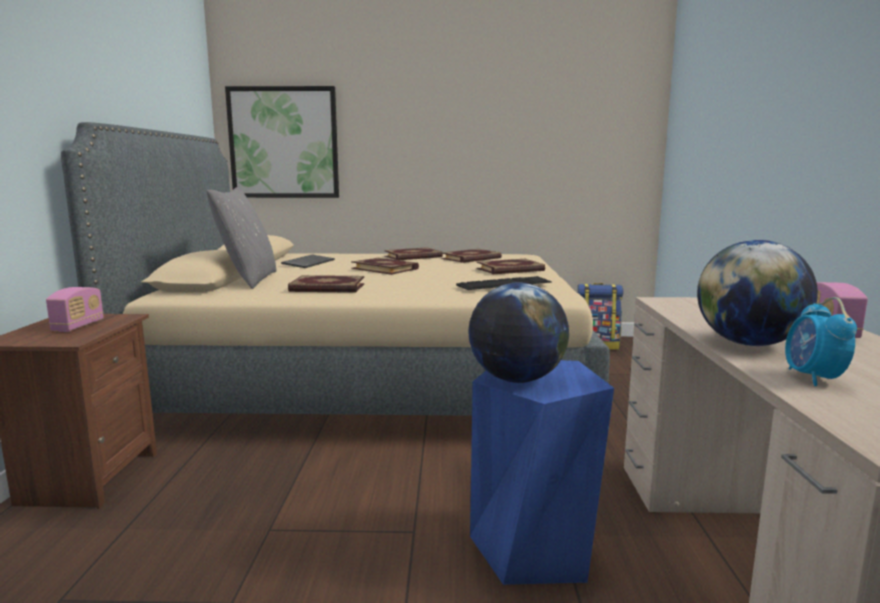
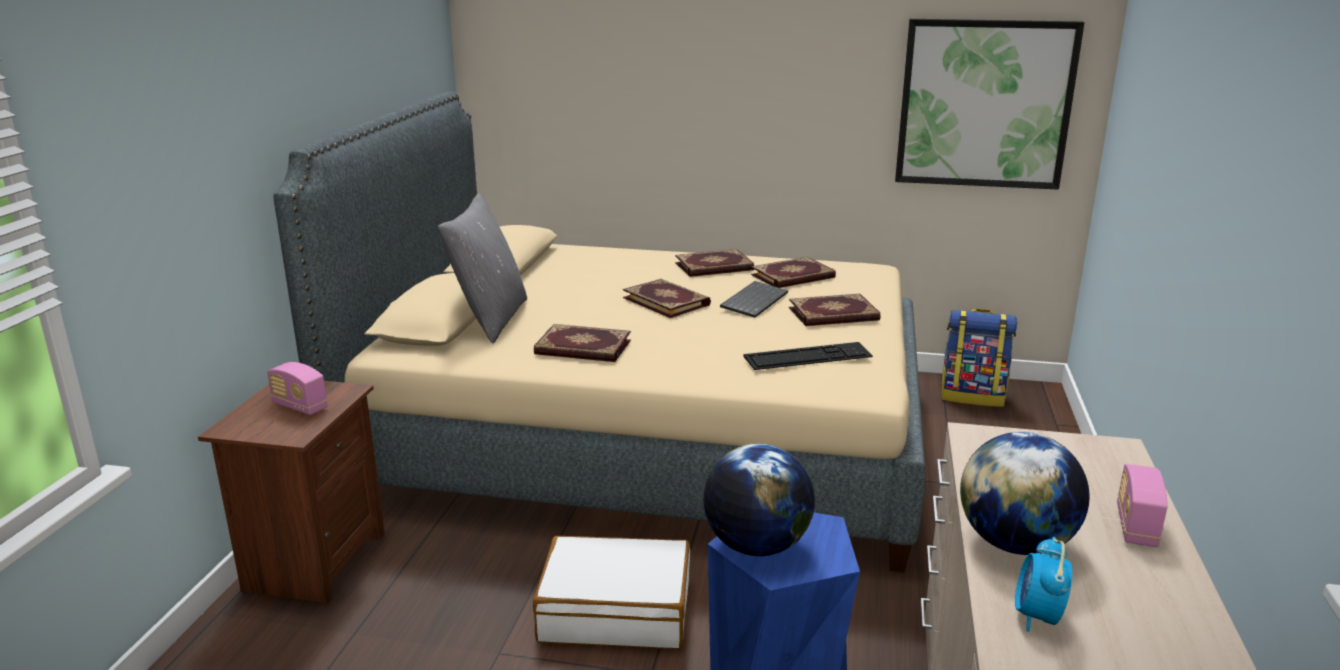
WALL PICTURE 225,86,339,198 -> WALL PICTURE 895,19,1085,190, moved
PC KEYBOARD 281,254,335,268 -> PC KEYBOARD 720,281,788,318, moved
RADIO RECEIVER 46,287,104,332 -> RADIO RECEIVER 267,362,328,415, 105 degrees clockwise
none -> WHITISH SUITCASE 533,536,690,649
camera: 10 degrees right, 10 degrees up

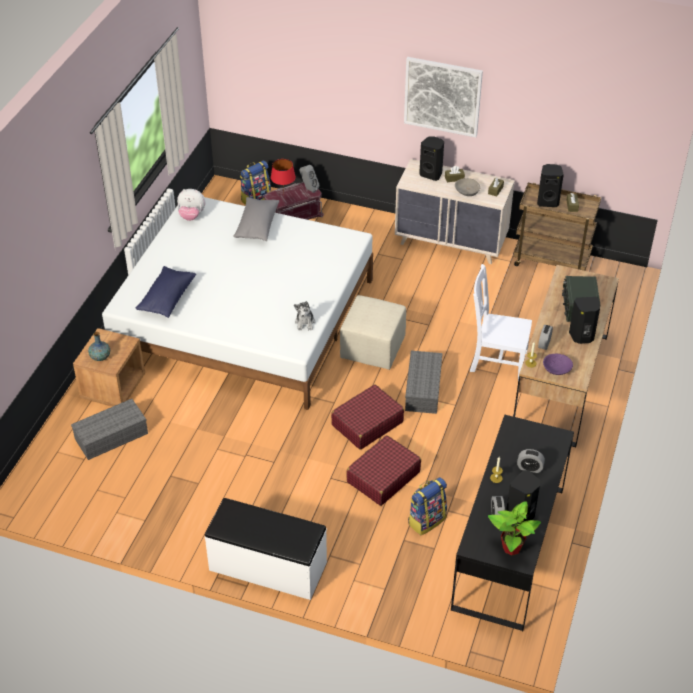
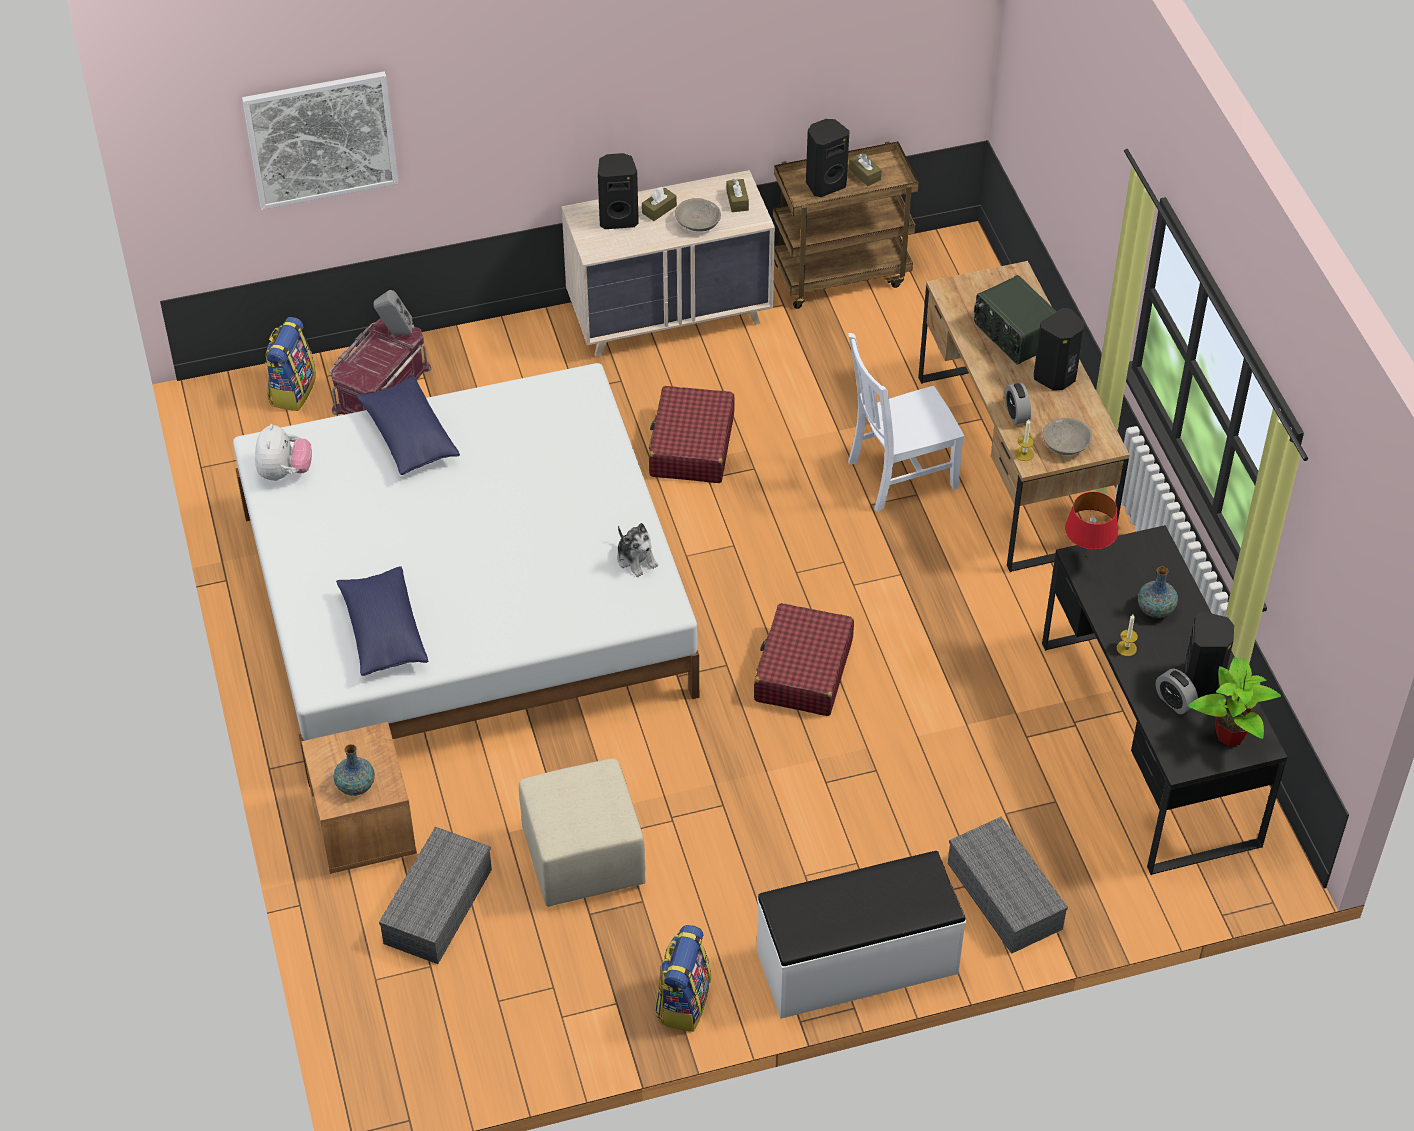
WALL PICTURE 404,57,483,137 -> WALL PICTURE 242,71,398,210, moved
RED TABLETOP LAMP 271,159,296,189 -> RED TABLETOP LAMP 1065,492,1118,561, moved
SOFT TOY 177,189,205,221 -> SOFT TOY 255,424,312,481, 60 degrees counterclockwise
GRAY THROW PILLOW 233,197,279,241 -> BLUE THROW PILLOW 356,376,460,475
BEIGE POUFFE 340,295,406,370 -> BEIGE POUFFE 519,758,646,907, moved
GRAY STORAGE CONTAINER 405,351,443,414 -> GRAY STORAGE CONTAINER 948,817,1068,954, moved
PURPLISH DEEP DISH 543,354,573,375 -> GRAY DEEP DISH 1042,418,1092,455
RED SUITCASE 347,435,421,506 -> RED SUITCASE 649,386,735,483, moved
BEDSIDE CLOCK 517,449,545,473 -> FLOWER VASE 1138,566,1178,618
KNAPSACK 408,477,447,535 -> KNAPSACK 655,925,711,1032, moved
camera: 35 degrees left, 5 degrees up

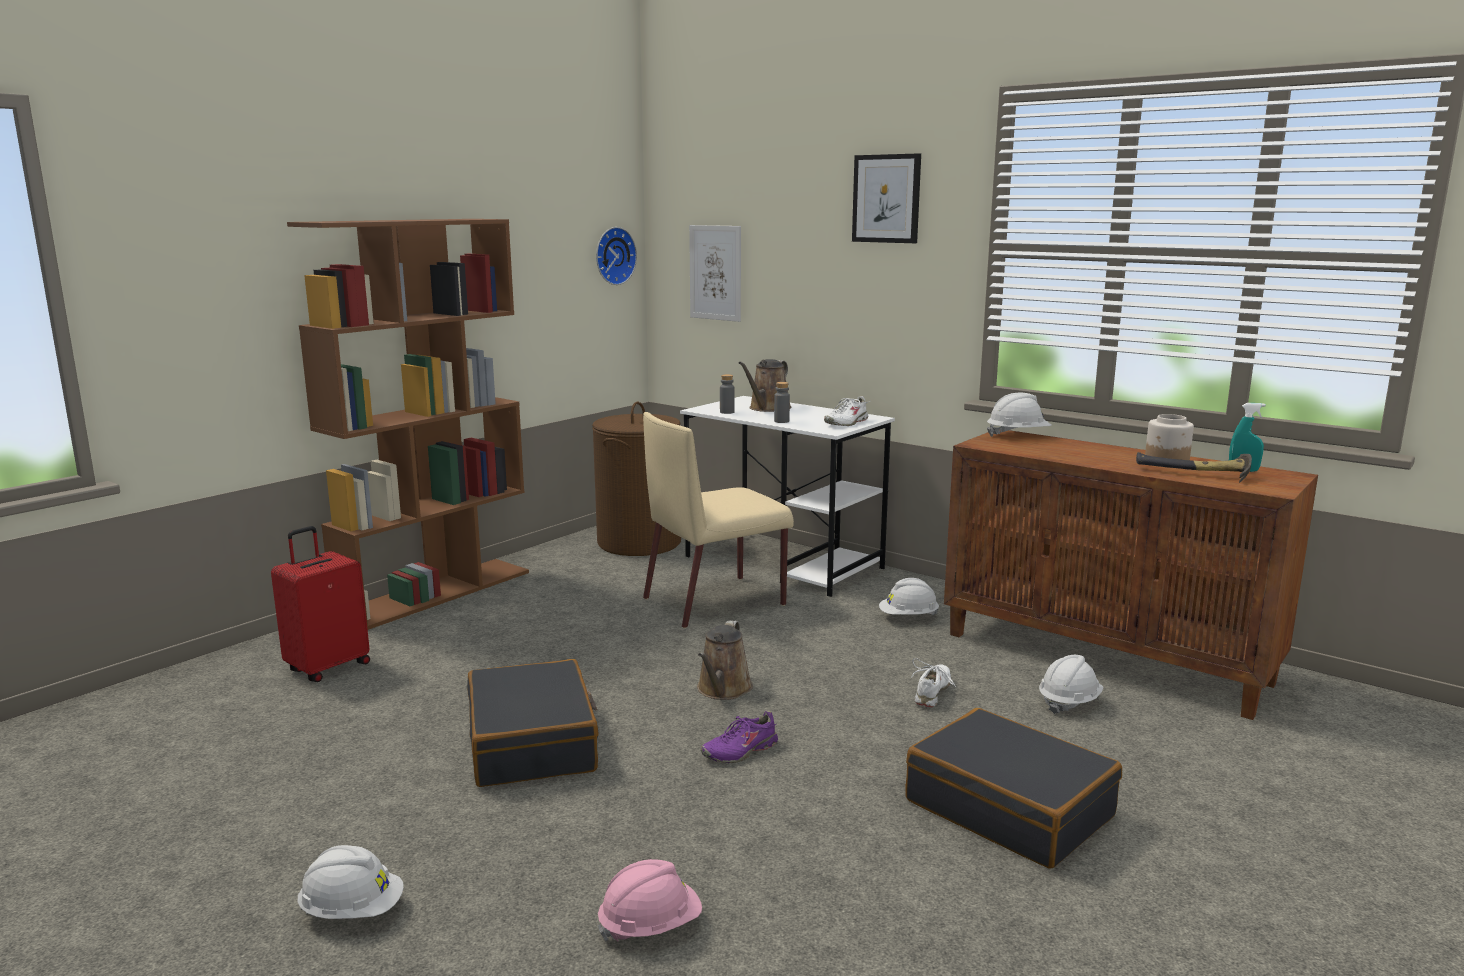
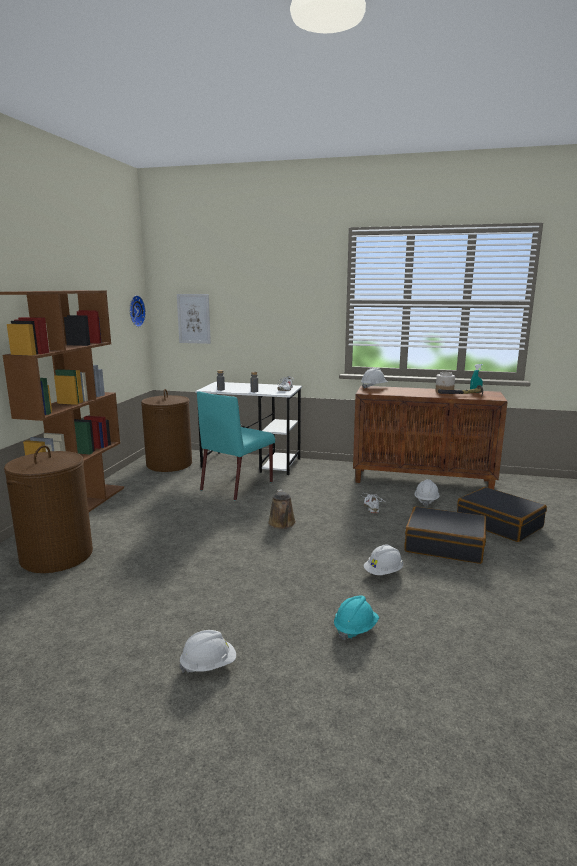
WALL PICTURE 852,153,921,243 -> none
BROWN-COLOURED WATERING CAN 739,359,792,412 -> none
BEIGE UPRIGHT CHAIR 643,412,794,628 -> BLUE-GREEN UPRIGHT CHAIR 197,391,275,501
RED SUITCASE 271,526,370,682 -> BROWN-COLOURED LAUNDRY BASKET 4,445,93,573
WHITISH WORK HELMET 879,578,939,615 -> WHITISH WORK HELMET 364,544,403,575, moved
BLACKISH SUITCASE 467,659,598,787 -> BLACKISH SUITCASE 457,487,547,542, moved
PURPLISH SHOE 701,710,778,763 -> none
PINKISH WORK HELMET 598,859,702,942 -> BLUE-GREEN WORK HELMET 334,596,379,640
camera: 25 degrees left, 0 degrees up

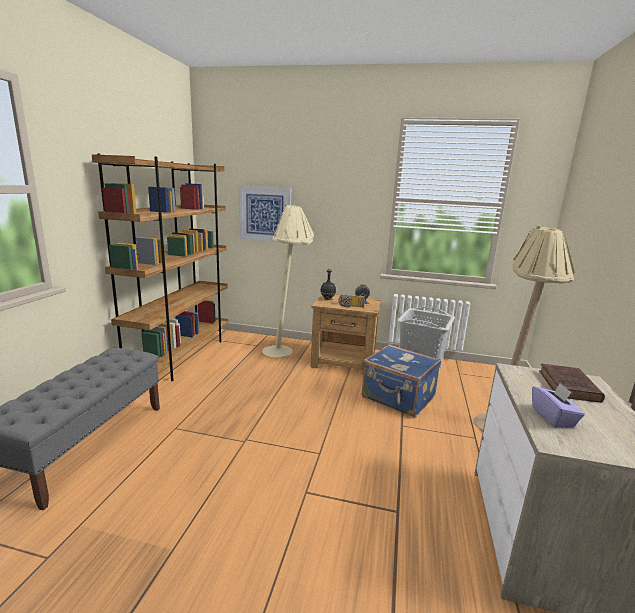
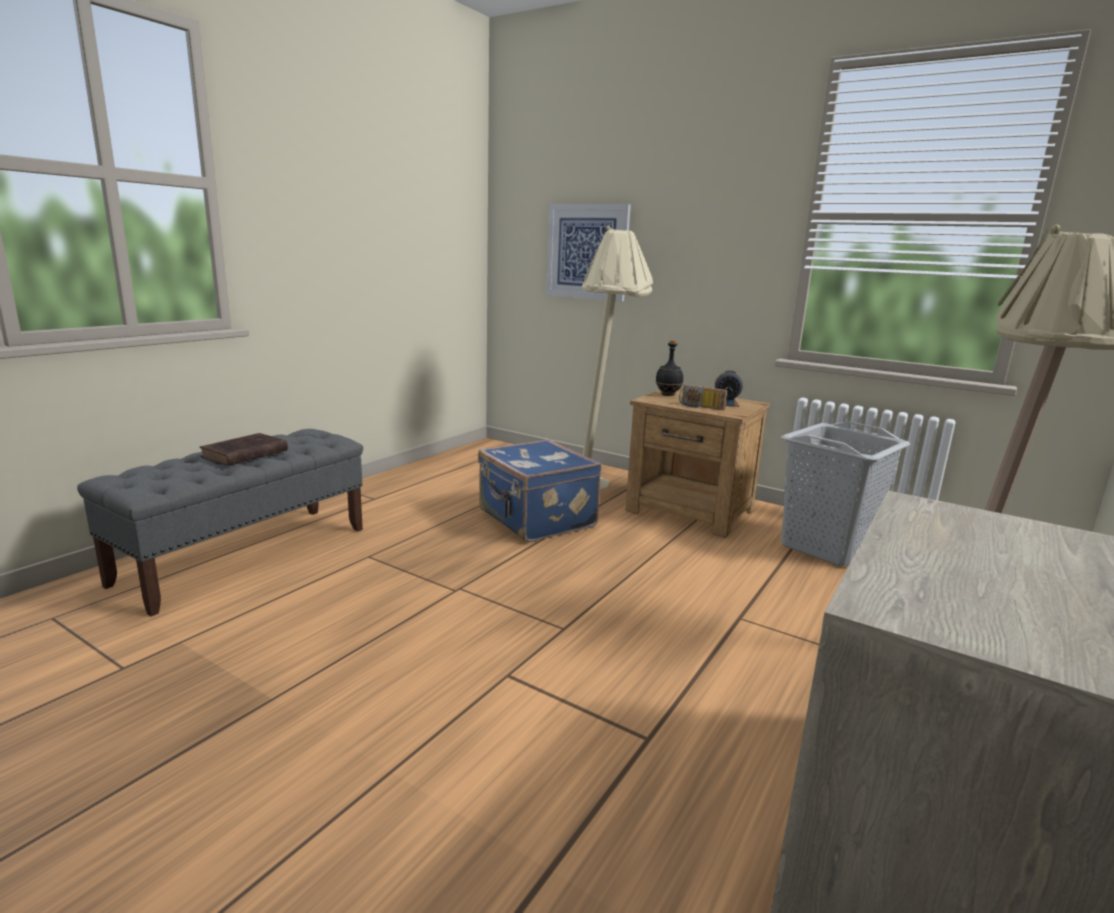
BROWN-COLOURED BOOKCASE 92,153,228,381 -> none
BLUE SUITCASE 362,344,441,417 -> BLUE SUITCASE 478,439,602,542, moved
BROWN-COLOURED BOUND BOOK 539,364,605,403 -> BROWN-COLOURED BOUND BOOK 200,433,288,466, moved
PURPLISH TISSUE HOLDER 532,383,585,427 -> none
camera: 20 degrees right, 0 degrees up

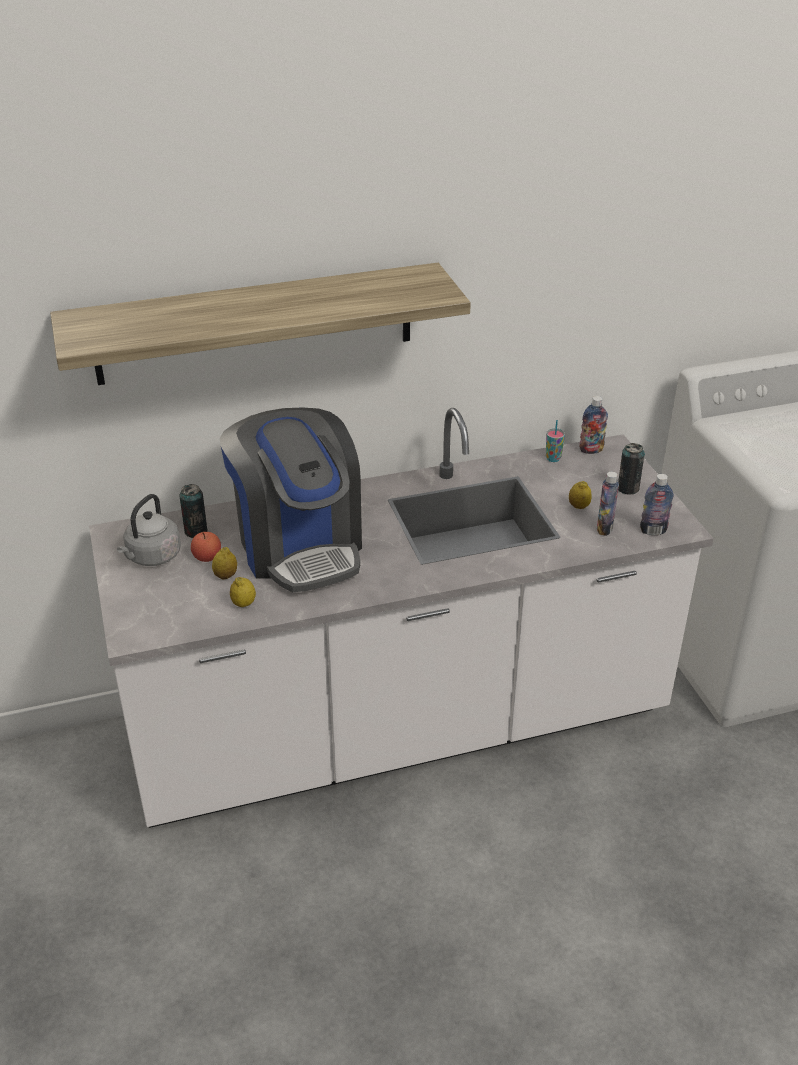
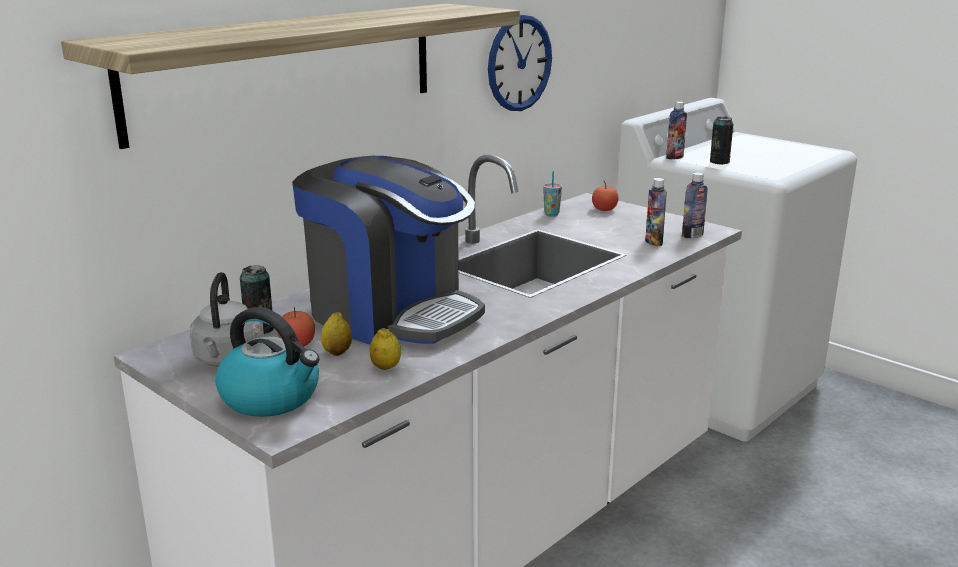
BEVERAGE BOTTLE 579,396,608,454 -> BEVERAGE BOTTLE 666,101,687,159, moved
CAN 618,443,645,495 -> CAN 710,117,734,165, moved
WHOLE LEMON 569,481,592,509 -> none
none -> CLOCK ON THE WALL 488,15,552,111
none -> WHOLE APPLE 592,181,618,211
none -> TEA KETTLE 215,307,320,417
camera: 30 degrees left, 15 degrees down

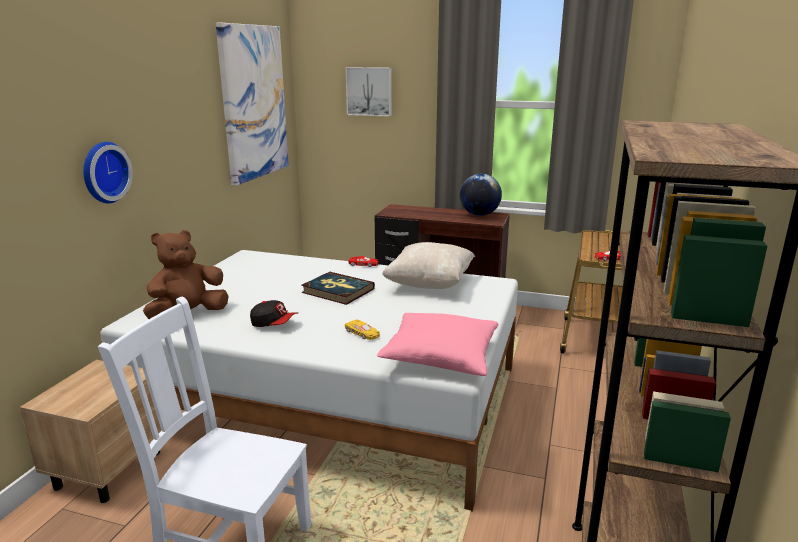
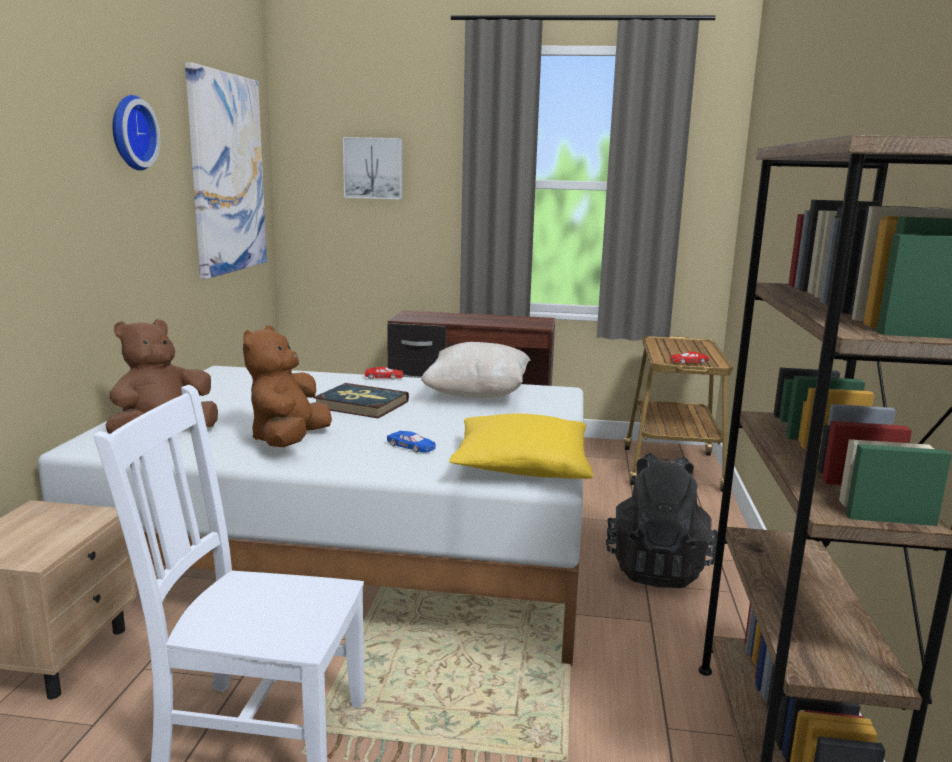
CLOCK ON THE WALL 83,142,133,203 -> CLOCK ON THE WALL 112,95,161,171, moved
GLOBE 460,174,502,216 -> none
PEAKED CAP 250,300,297,327 -> BROWN-COLOURED SOFT TOY 243,326,332,447
PINKISH THROW PILLOW 377,313,498,376 -> YELLOWISH THROW PILLOW 449,413,593,479
YELLOWISH MODEL CAR 345,319,380,340 -> BLUE MODEL CAR 387,431,436,453
none -> BLACKISH KNAPSACK 606,453,718,588
camera: 10 degrees left, 5 degrees down

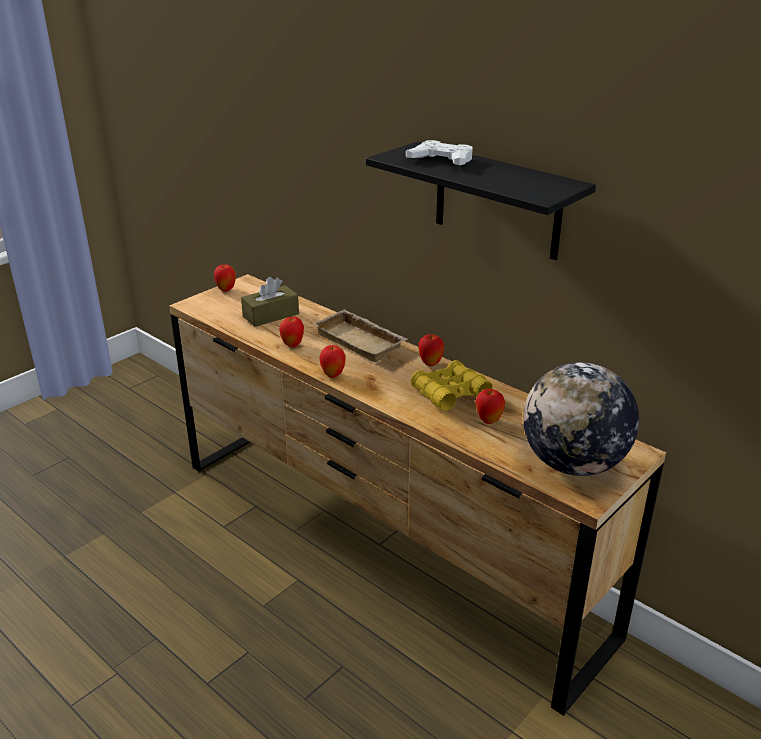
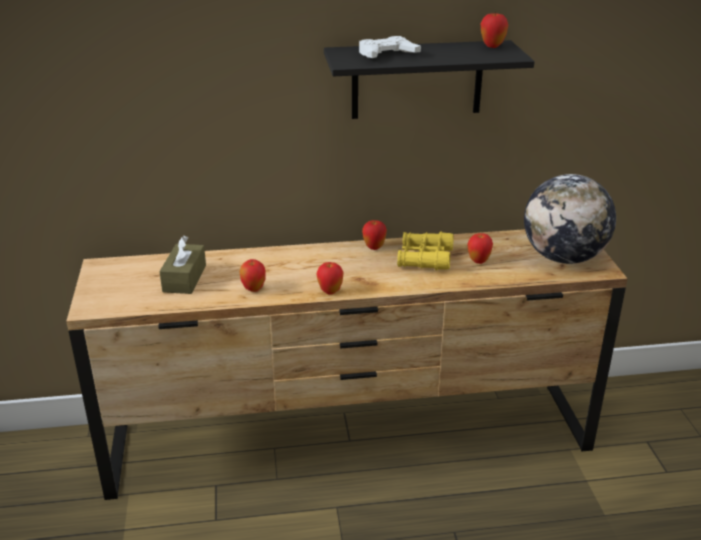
WHOLE APPLE 214,264,236,292 -> WHOLE APPLE 481,12,508,48, moved
BEIGE SERVING TRAY 313,309,408,362 -> none
camera: 50 degrees left, 0 degrees up

